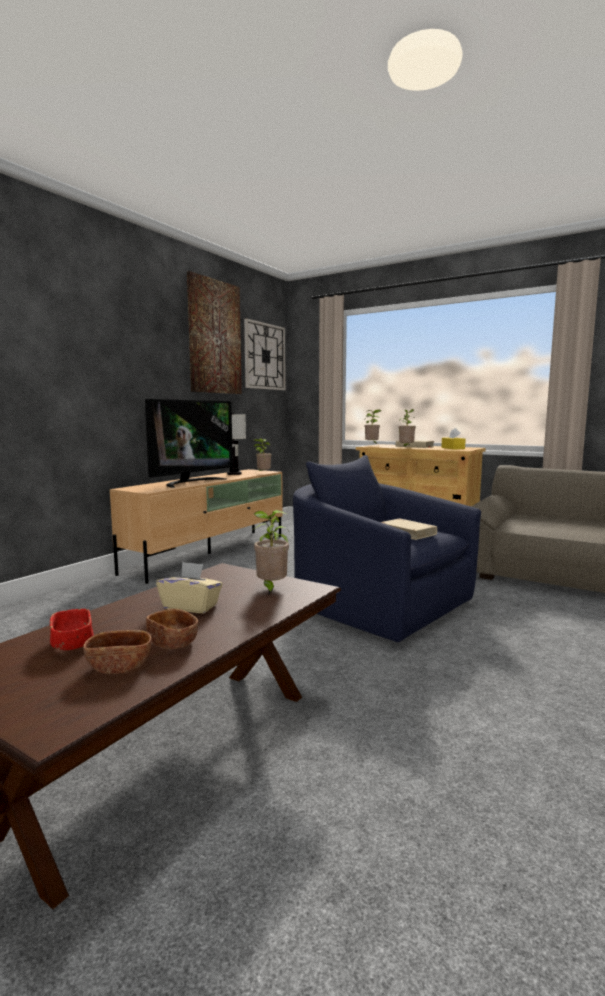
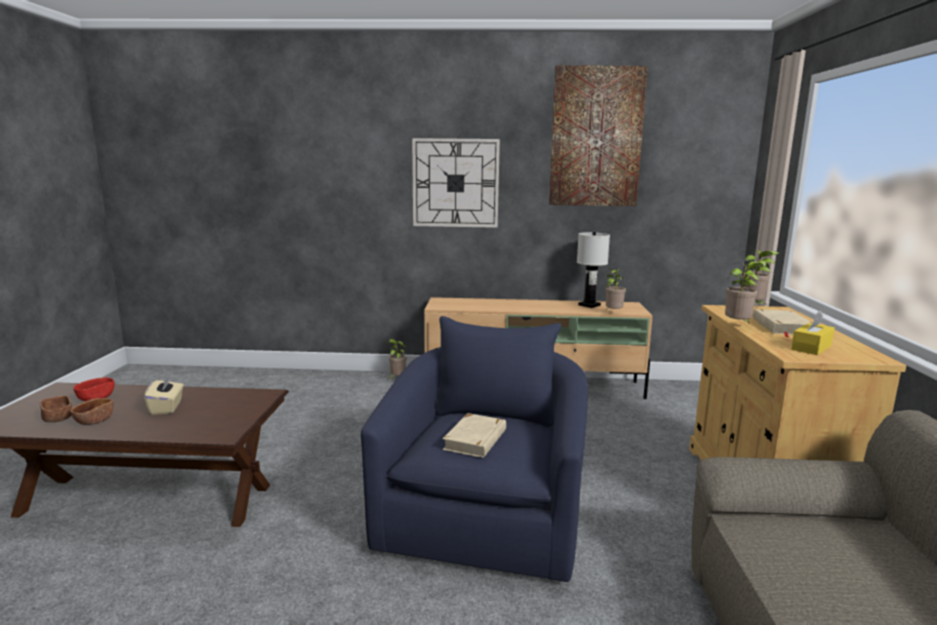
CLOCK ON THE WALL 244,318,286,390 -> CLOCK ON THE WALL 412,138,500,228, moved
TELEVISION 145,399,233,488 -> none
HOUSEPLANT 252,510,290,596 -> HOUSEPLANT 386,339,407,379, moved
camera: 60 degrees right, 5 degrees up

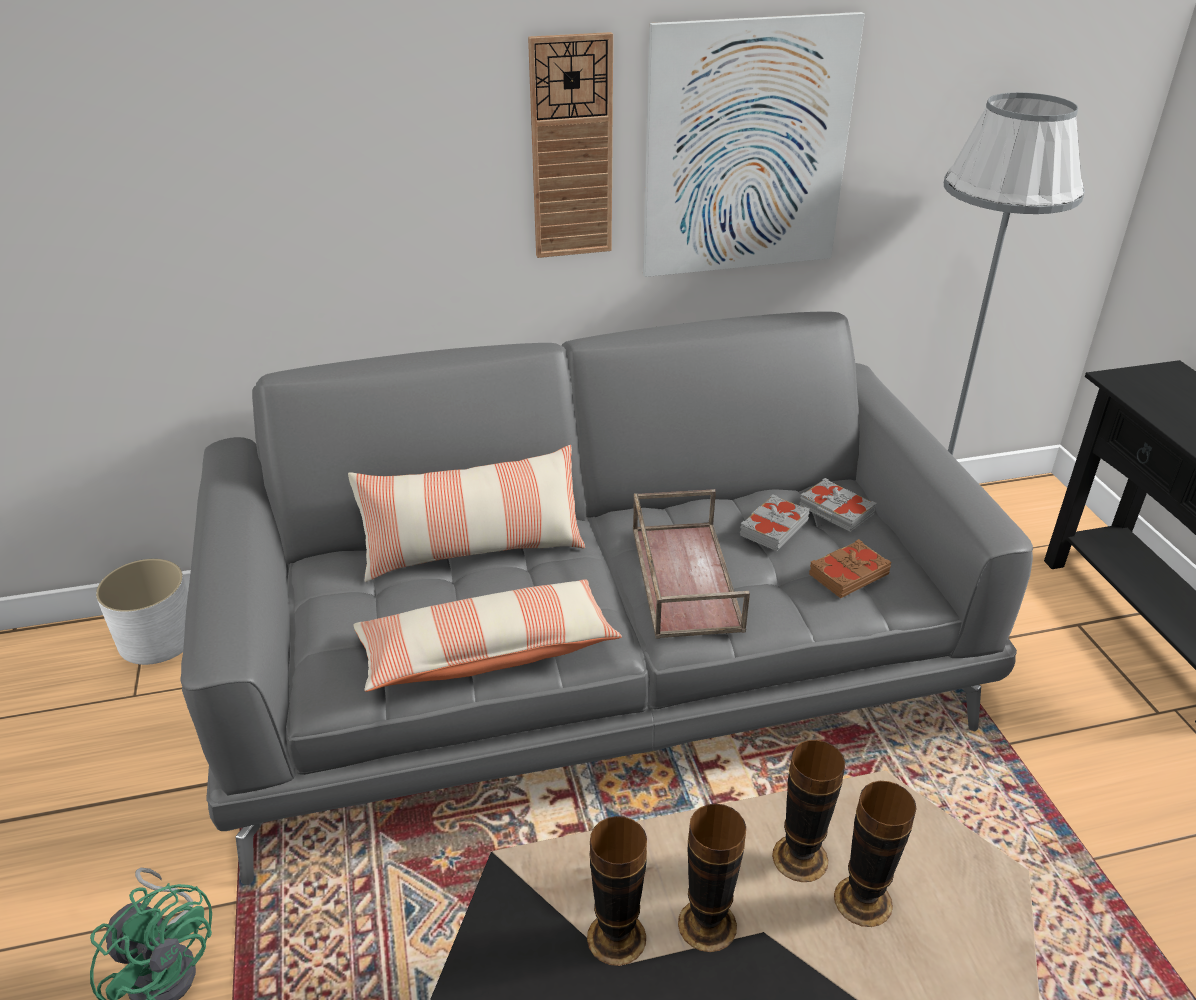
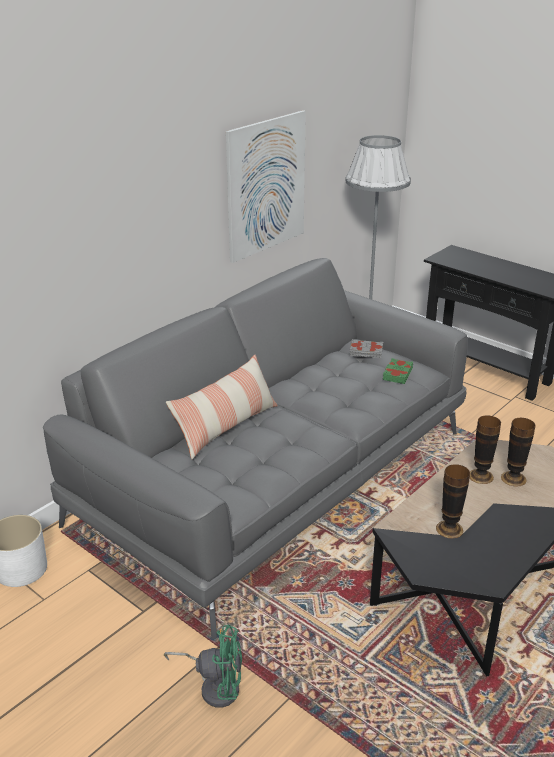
CLOCK ON THE WALL 528,32,613,258 -> none
BROWN-COLOURED SERVING TRAY 633,489,750,639 -> none
GRAY BOUND BOOK 740,494,809,551 -> none
BROWN-COLOURED BOUND BOOK 809,539,891,598 -> GREEN-COLOURED BOUND BOOK 383,358,413,384
THROW PILLOW 353,579,622,692 -> none
FLOWER VASE 678,803,746,952 -> none
camera: 35 degrees left, 5 degrees down

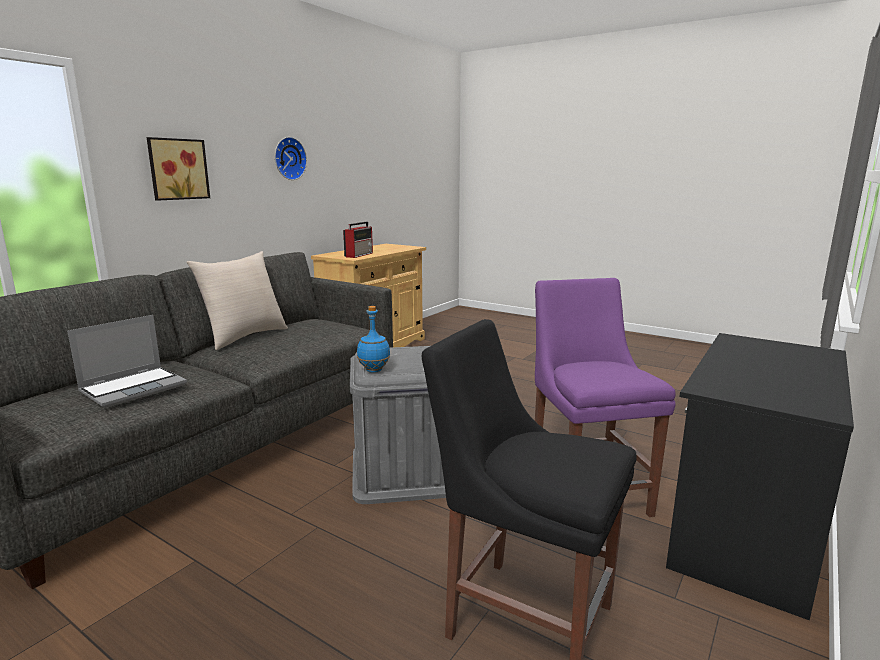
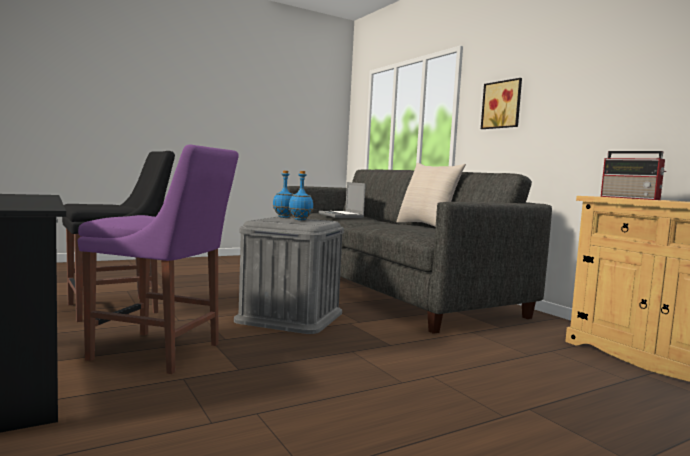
CLOCK ON THE WALL 275,137,307,180 -> none
none -> BLUE BEVERAGE BOTTLE 289,171,313,220
camera: 115 degrees right, 10 degrees down

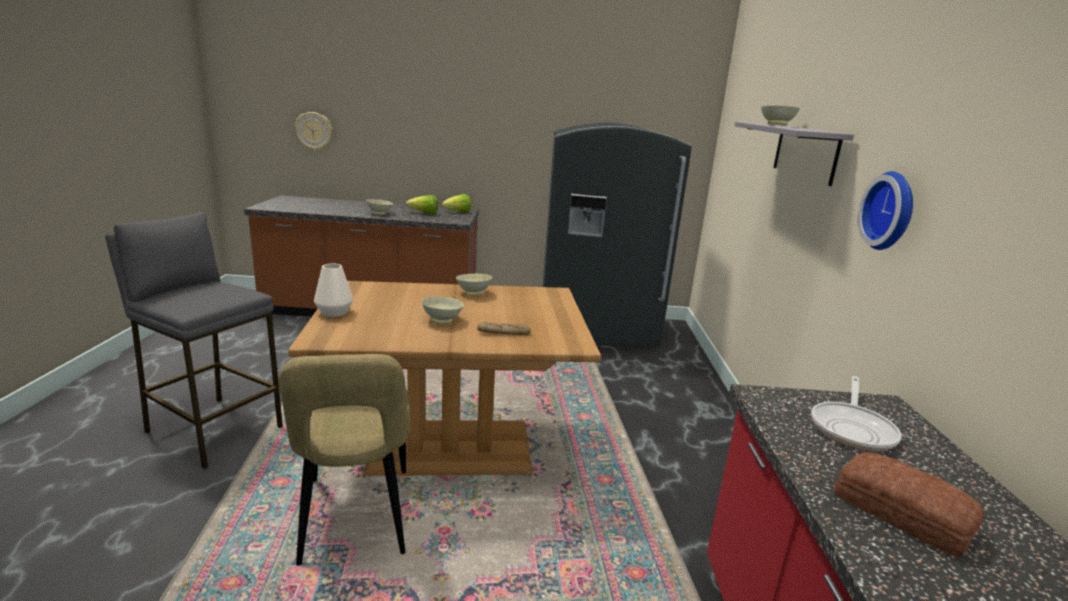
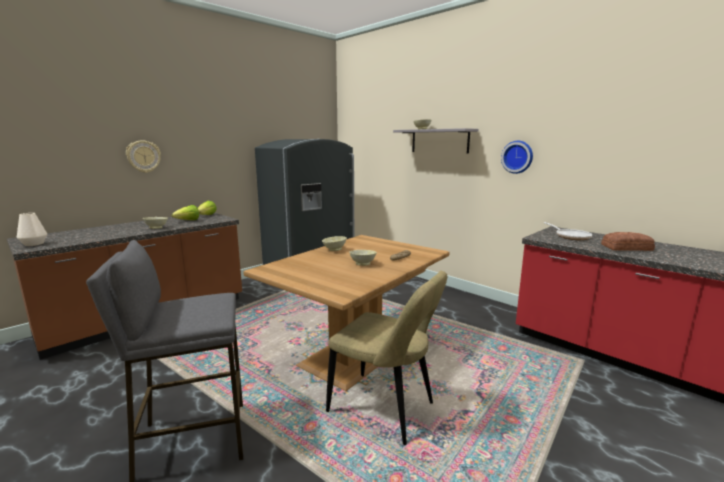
CLOCK ON THE WALL 295,112,332,151 -> CLOCK ON THE WALL 126,140,161,173, moved
WHITISH FLOWER VASE 314,264,353,317 -> WHITISH FLOWER VASE 17,213,47,246, moved
camera: 45 degrees left, 5 degrees down

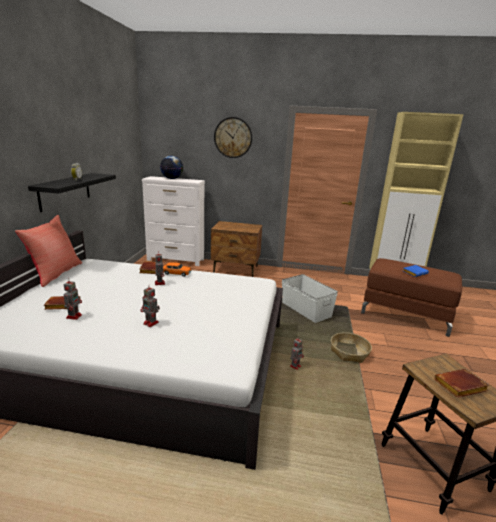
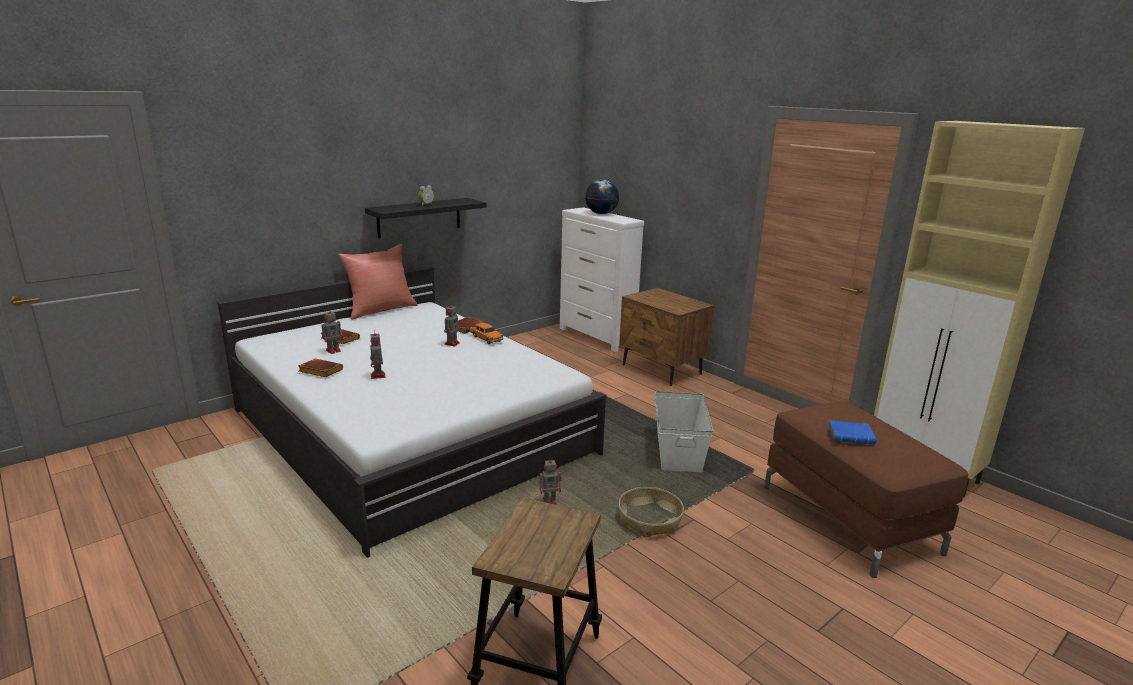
CLOCK ON THE WALL 214,117,252,158 -> none
BROWN-COLOURED BOUND BOOK 434,369,490,398 -> BROWN-COLOURED BOUND BOOK 298,359,343,377, moved
camera: 40 degrees right, 0 degrees up

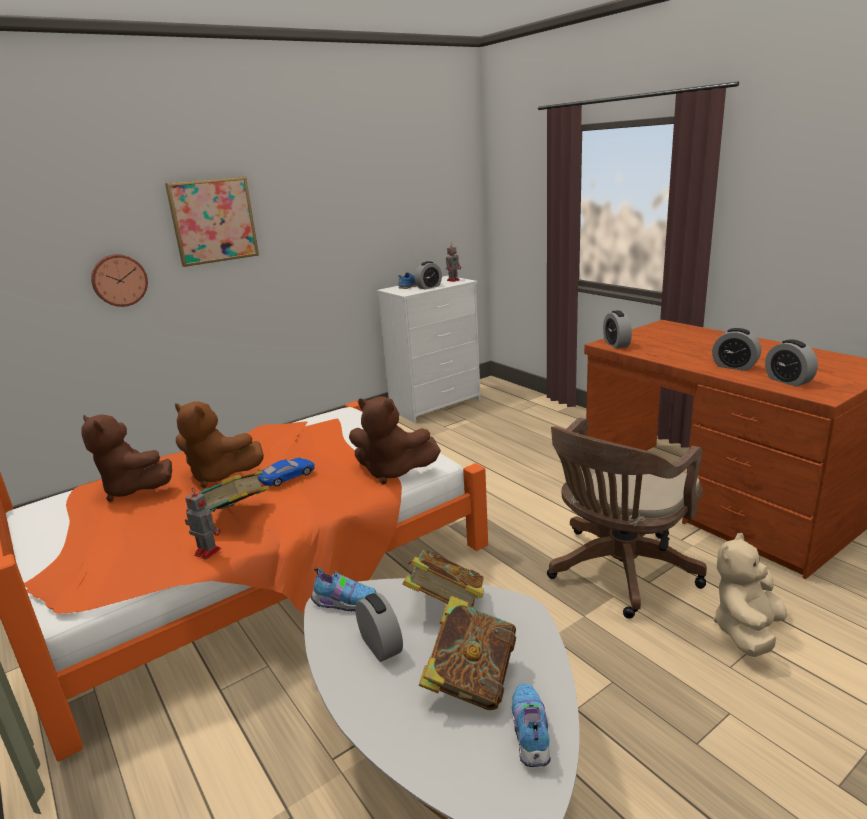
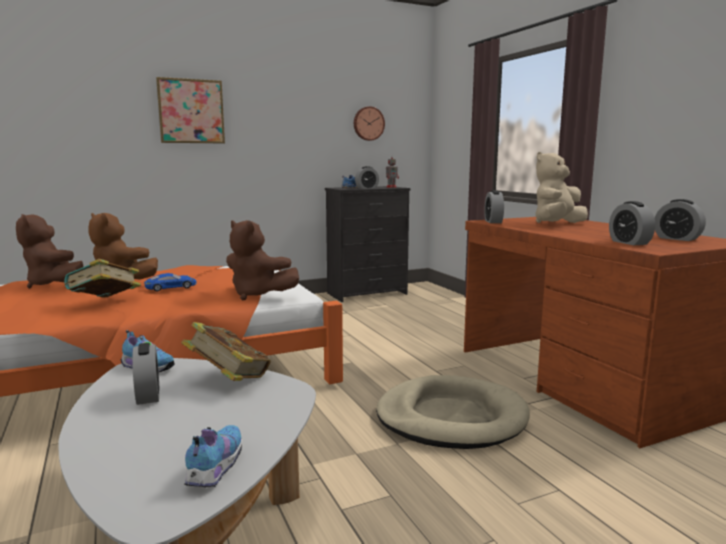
CLOCK ON THE WALL 91,254,148,307 -> CLOCK ON THE WALL 354,106,385,141, moved
WHITISH DRESSER 377,276,481,423 -> BLACKISH DRESSER 325,186,411,302
BEDSIDE CLOCK 712,328,761,371 -> BEDSIDE CLOCK 655,199,706,241, moved
BROWN-COLOURED DESK CHAIR 547,418,707,619 -> BEIGE DOG BED 376,375,530,449
ROBOT FIGURE 185,487,221,560 -> none
BEIGE SOFT TOY 714,533,787,657 -> BEIGE SOFT TOY 536,152,588,223, moved
BOUND BOOK 419,596,516,710 -> none
camera: 10 degrees right, 10 degrees down

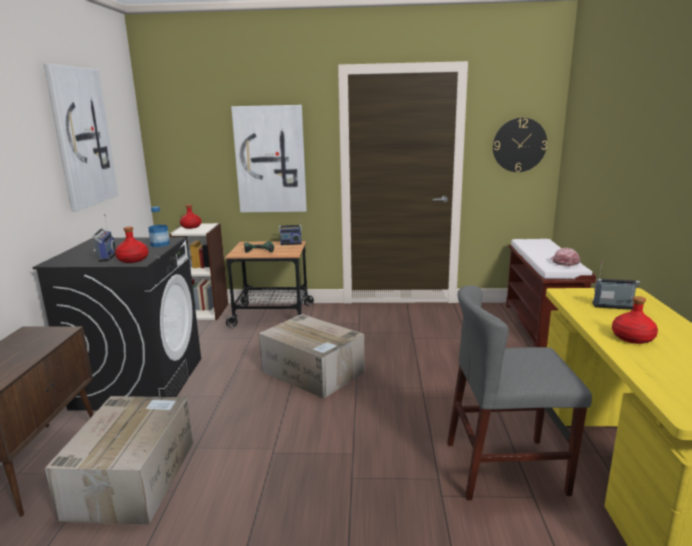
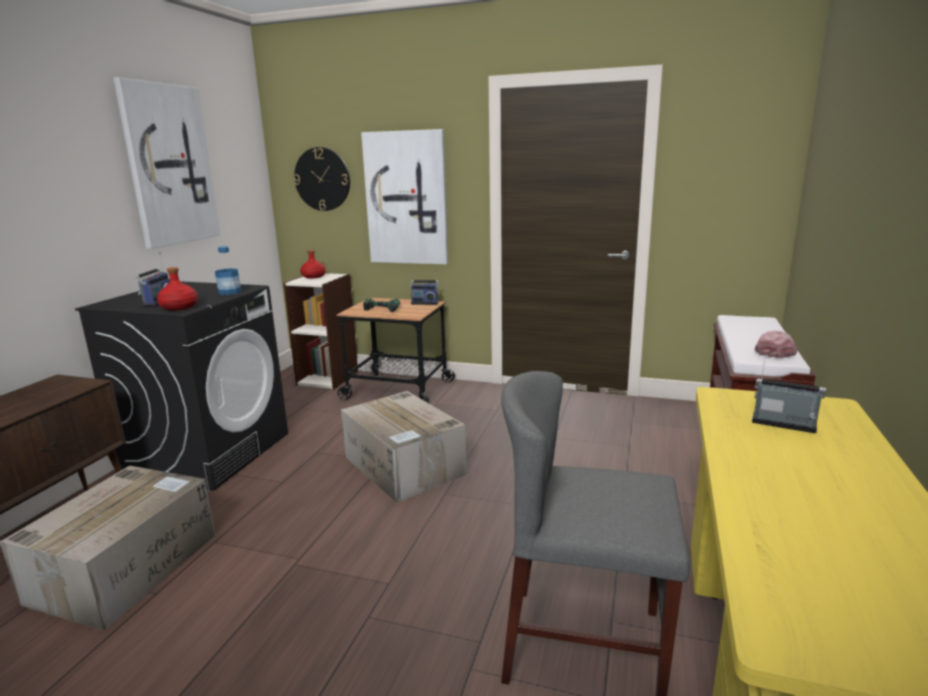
CLOCK ON THE WALL 493,118,547,172 -> CLOCK ON THE WALL 293,147,350,211, moved
RED BEVERAGE BOTTLE 612,296,658,344 -> none
camera: 15 degrees right, 0 degrees up

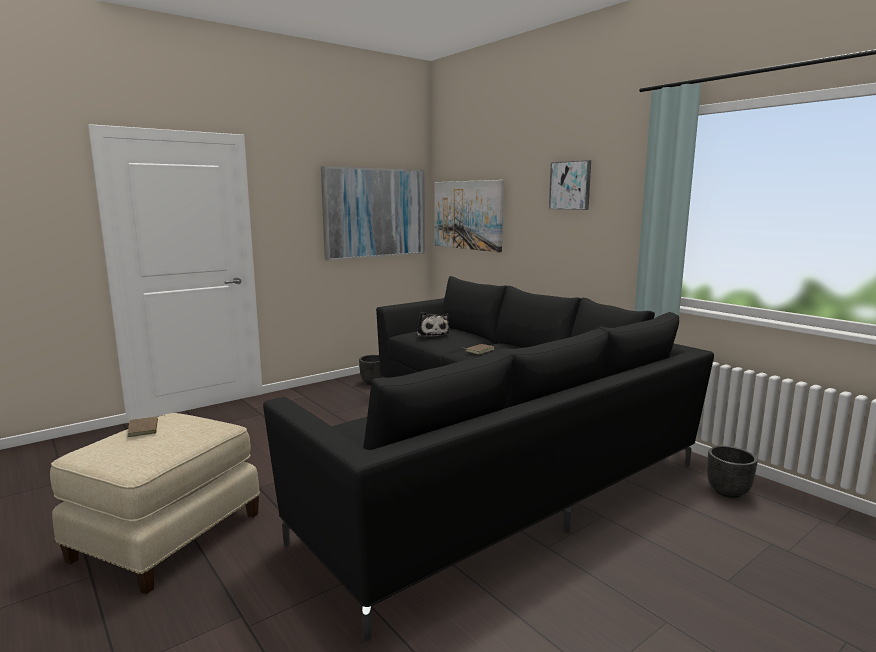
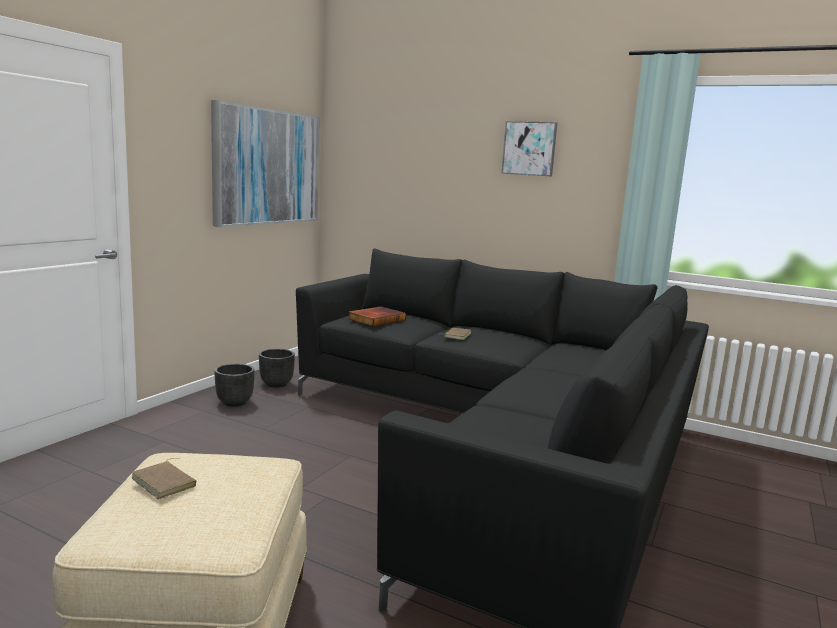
WALL PICTURE 435,180,504,252 -> none
SOFT TOY 417,312,449,338 -> BOUND BOOK 348,306,406,326
BLACKISH PLANTER 707,446,758,498 -> BLACKISH PLANTER 214,364,255,407, moved
camera: 25 degrees left, 0 degrees up

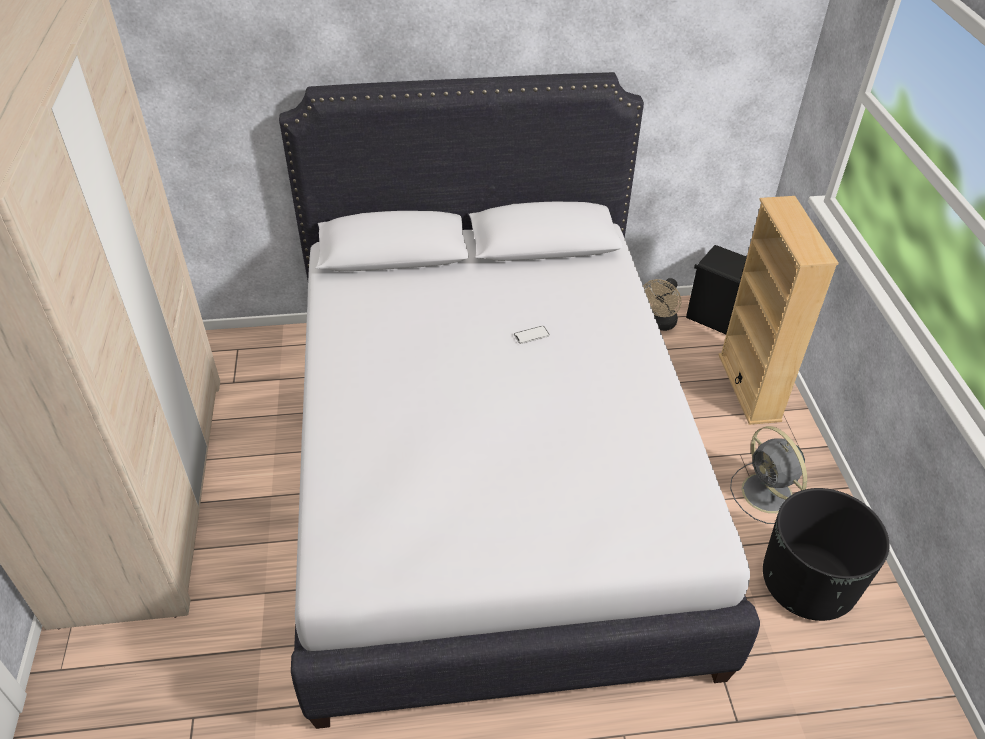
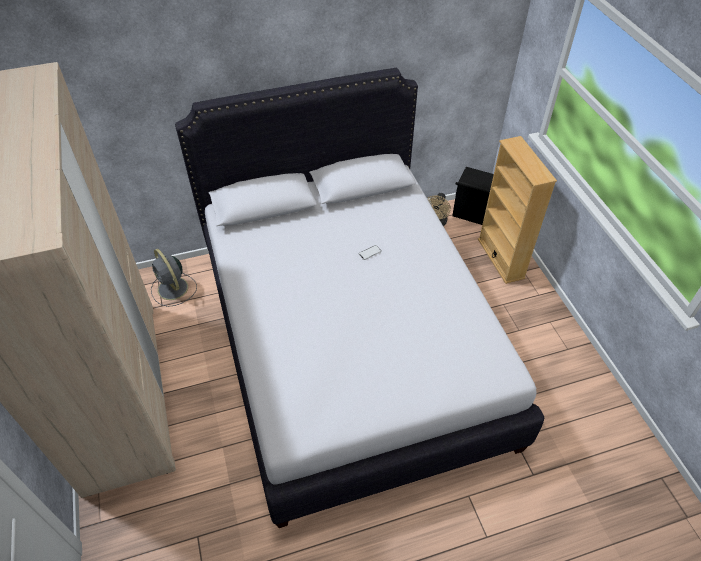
GRAY COOLING FAN 730,426,807,524 -> GRAY COOLING FAN 151,249,197,307, moved
BLACKISH PLANTER 763,488,890,621 -> none
camera: 10 degrees left, 5 degrees up

